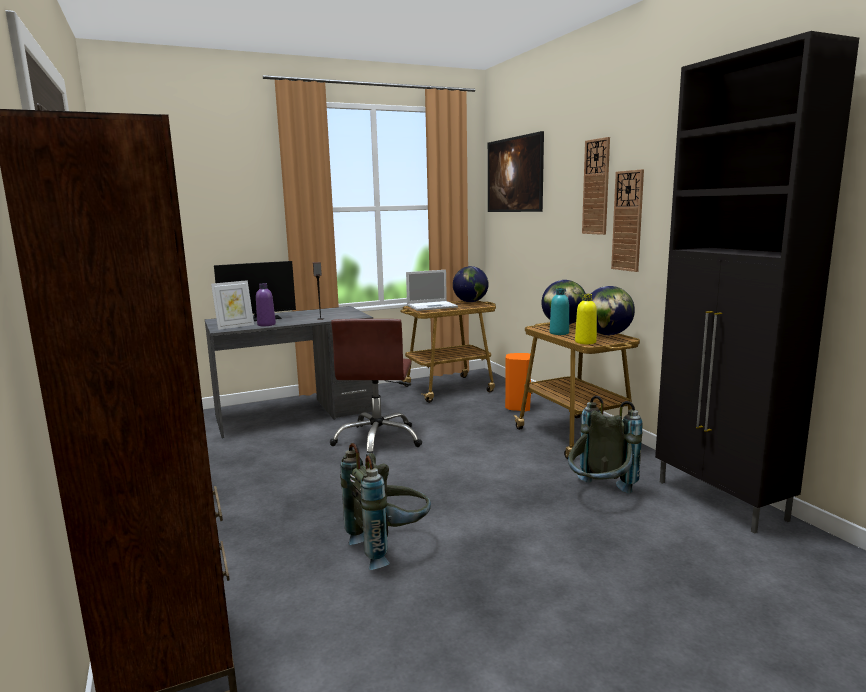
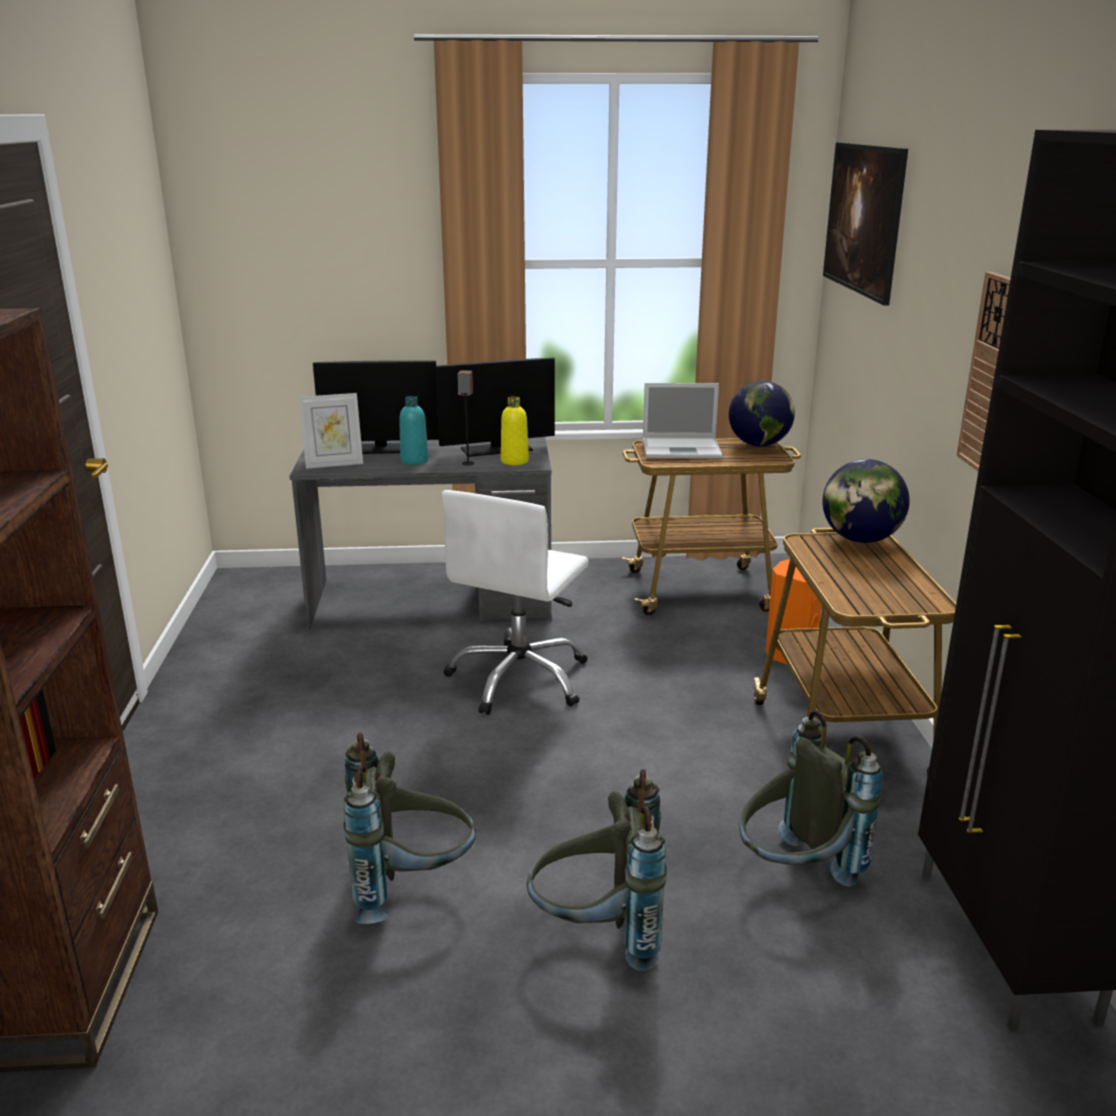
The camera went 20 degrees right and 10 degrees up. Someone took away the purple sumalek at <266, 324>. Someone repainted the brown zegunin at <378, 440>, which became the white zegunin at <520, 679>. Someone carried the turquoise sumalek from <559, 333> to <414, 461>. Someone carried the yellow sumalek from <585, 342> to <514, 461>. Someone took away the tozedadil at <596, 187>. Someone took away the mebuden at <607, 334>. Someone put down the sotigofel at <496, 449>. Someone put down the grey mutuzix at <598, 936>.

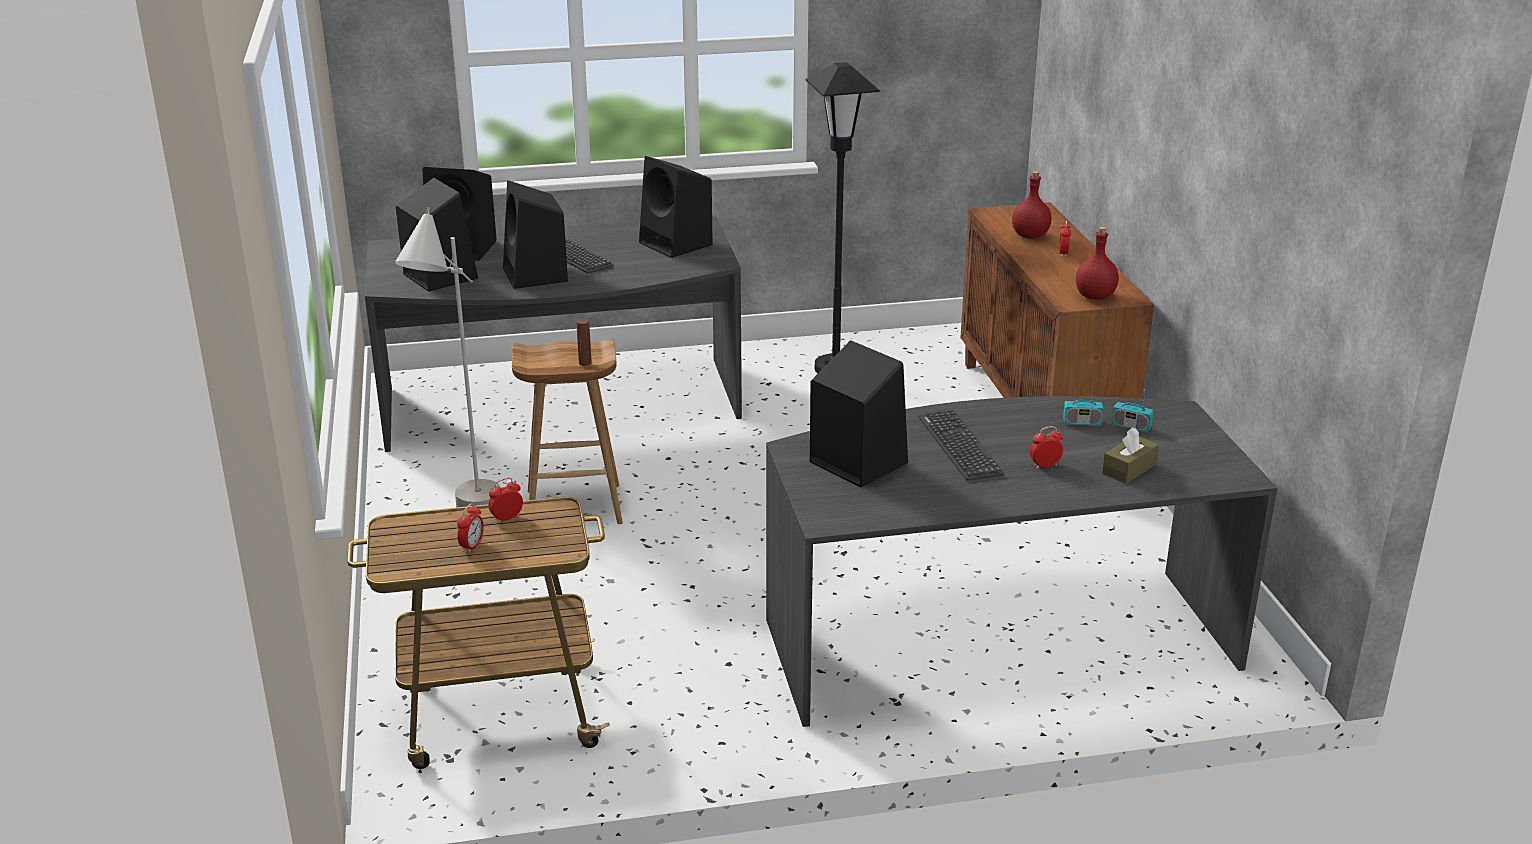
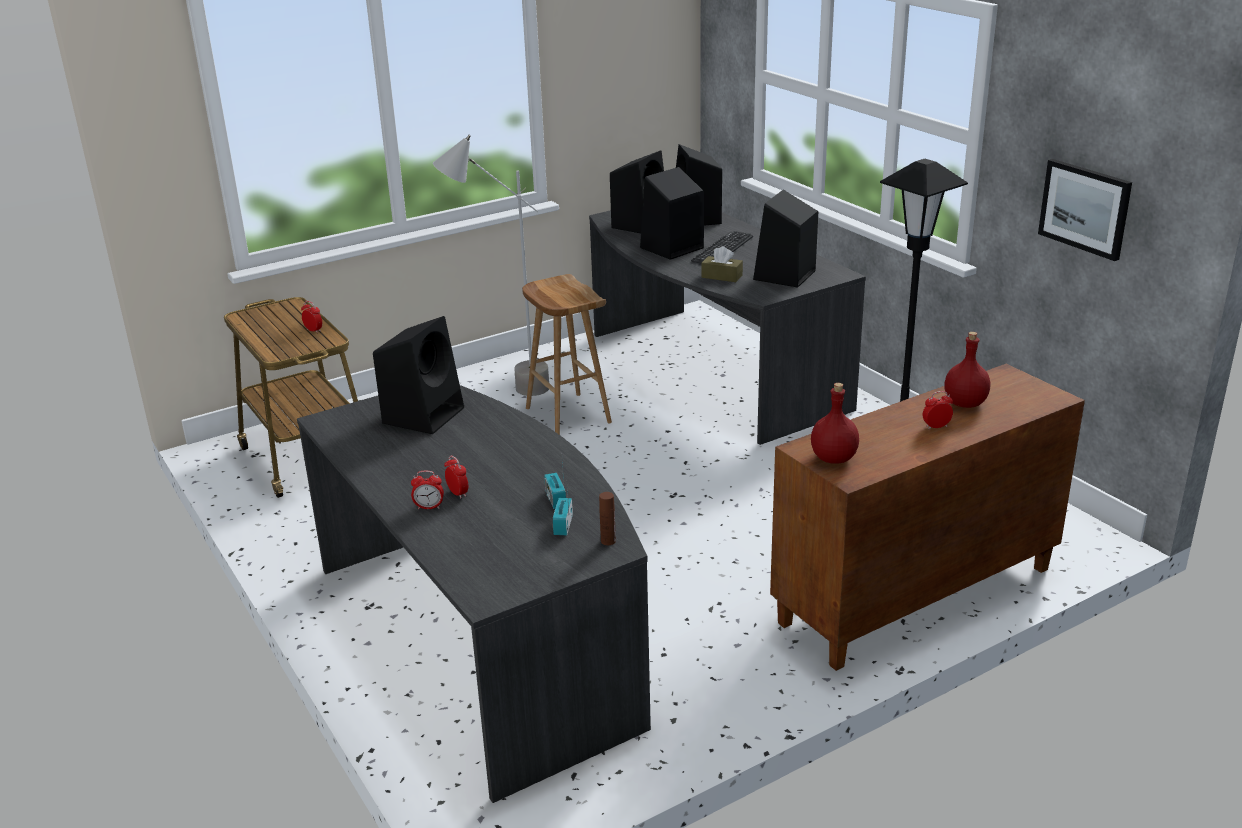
The camera went 70 degrees right and 0 degrees up. Someone carried the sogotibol from <472, 546> to <429, 507>. Someone carried the brown sumalek from <585, 363> to <608, 541>. Someone took away the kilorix at <959, 446>. Someone carried the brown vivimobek from <1129, 469> to <722, 276>. Someone put up the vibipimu at <1085, 208>.

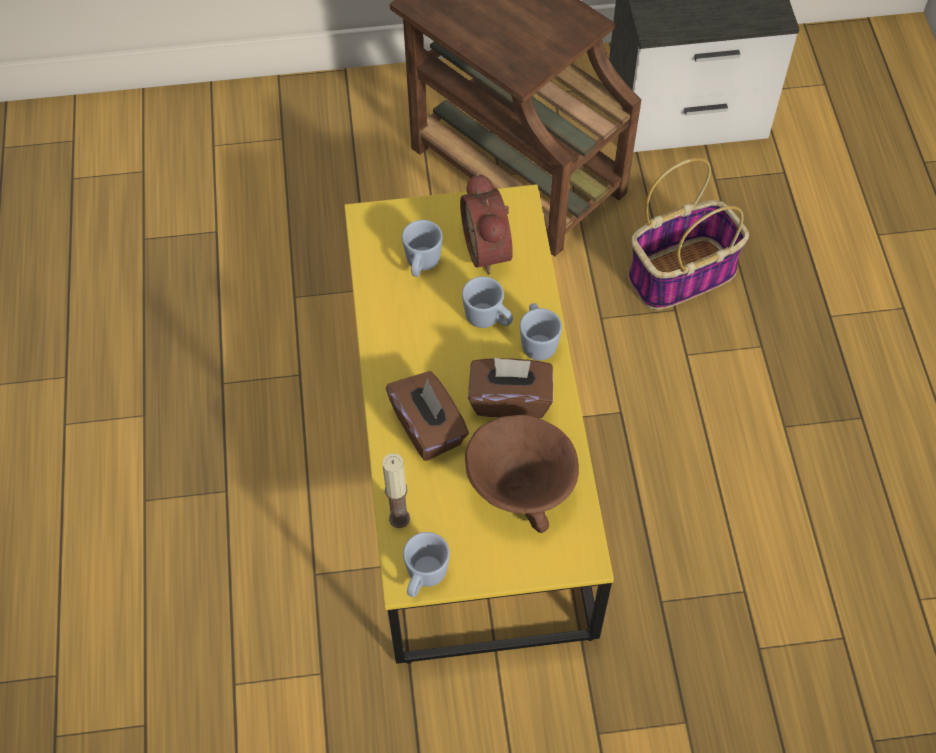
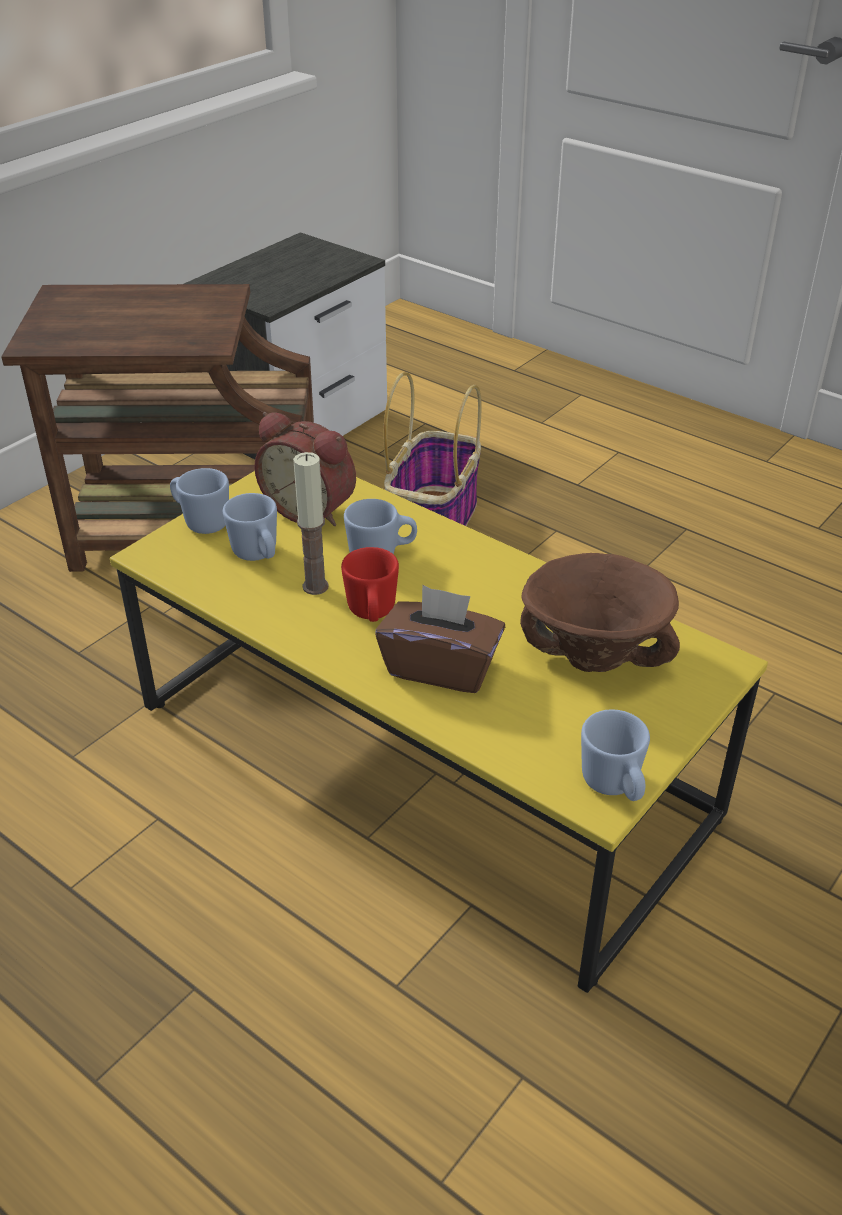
The camera went 45 degrees left and 20 degrees down. Someone carried the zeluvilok from <399, 518> to <315, 586>. Someone took away the brown vivimobek at <510, 399>. Someone carried the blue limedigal from <537, 342> to <201, 521>. Someone put down the red limedigal at <372, 614>.

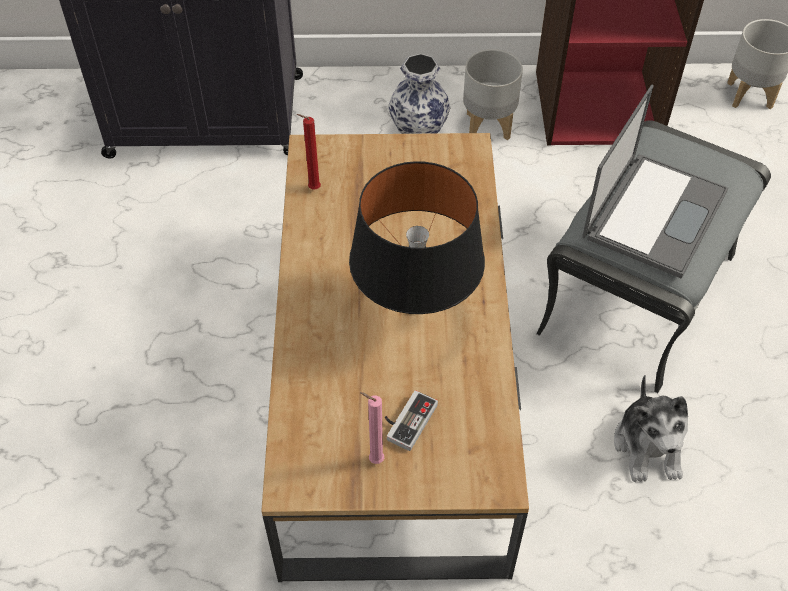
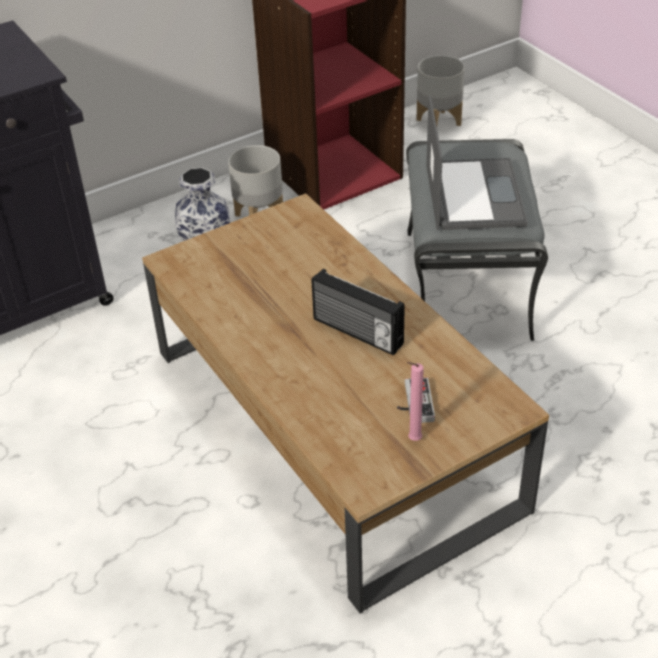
The camera went 30 degrees left and 10 degrees down. Someone took away the red zeluvilok at <312, 189>. Someone swapped the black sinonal at <415, 313> for the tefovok at <356, 333>. Someone took away the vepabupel at <648, 446>.

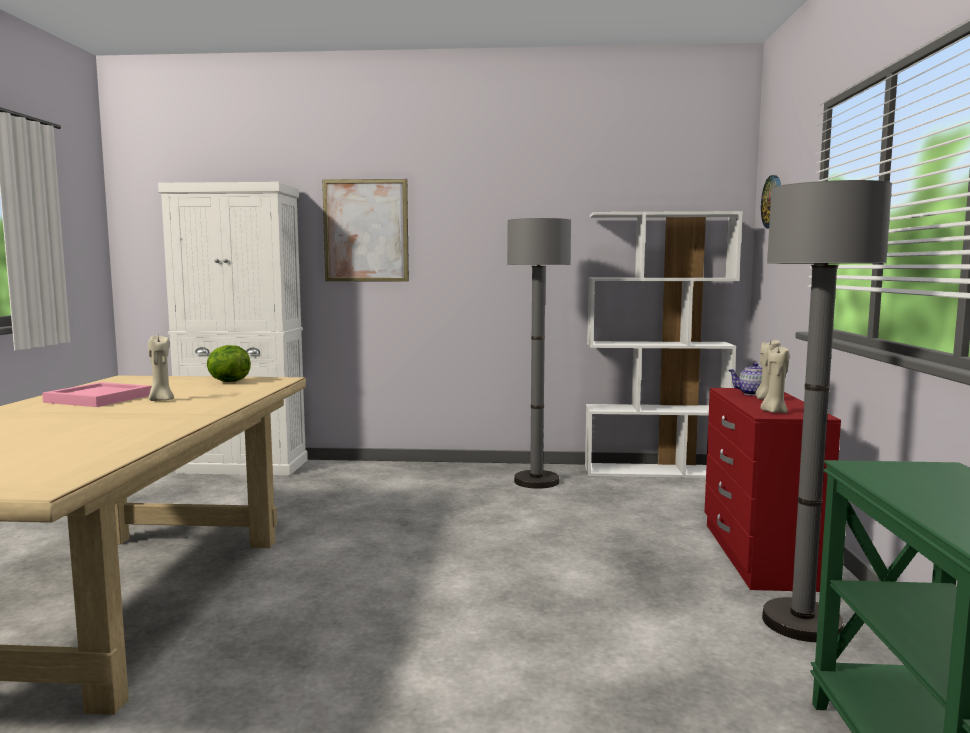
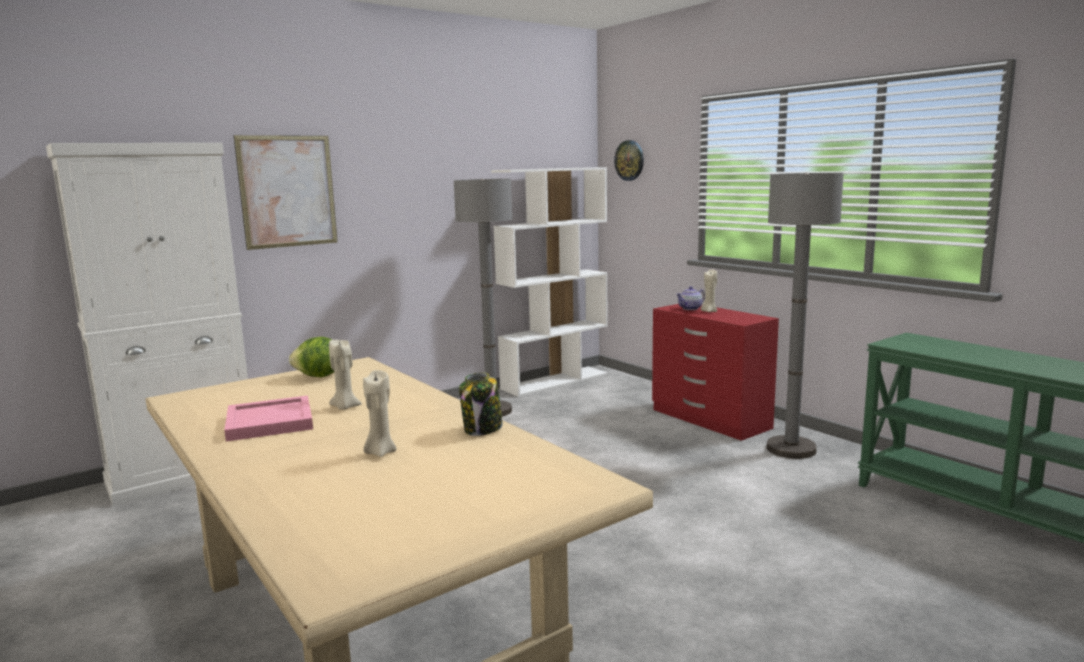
The camera went 40 degrees left and 5 degrees up. Someone carried the beige zeluvilok from <774, 412> to <380, 452>. Someone put down the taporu at <482, 429>.

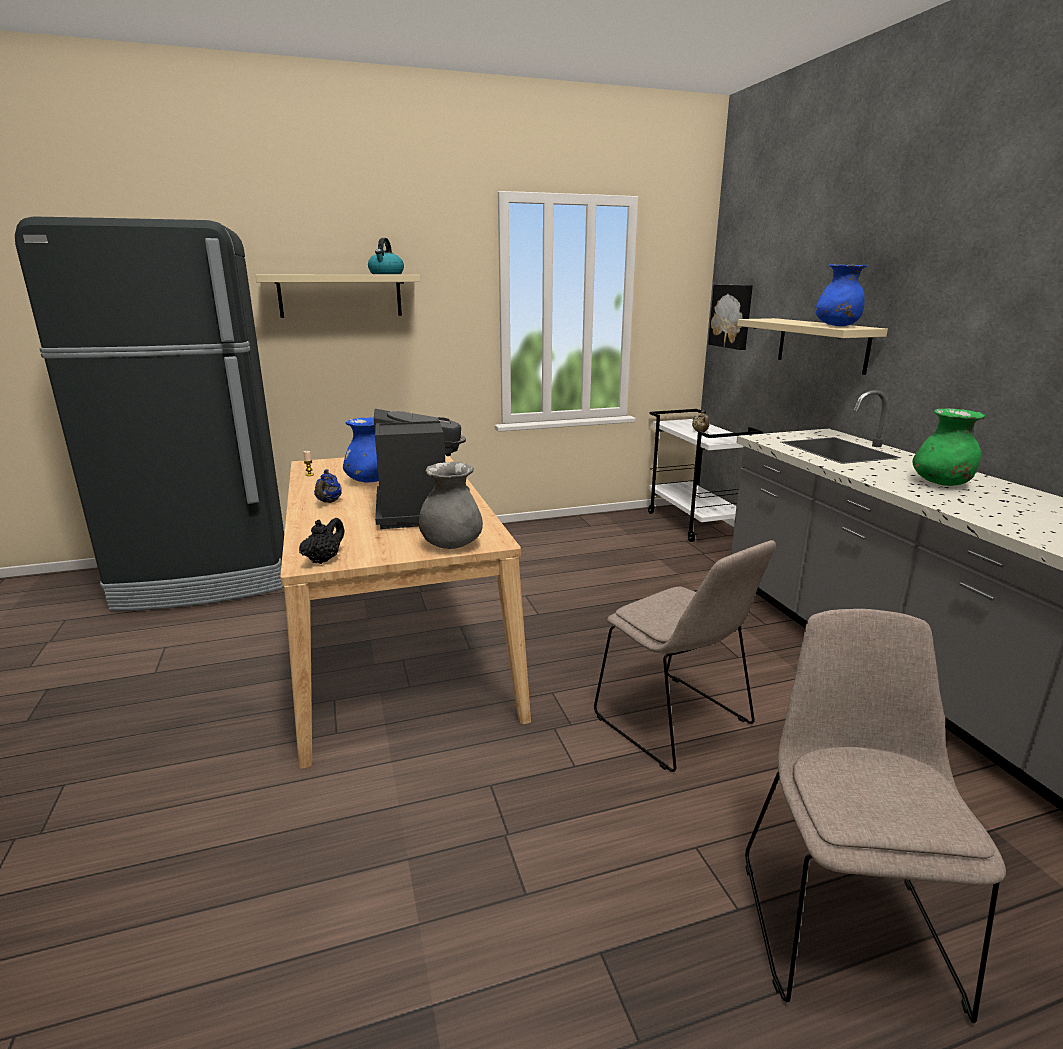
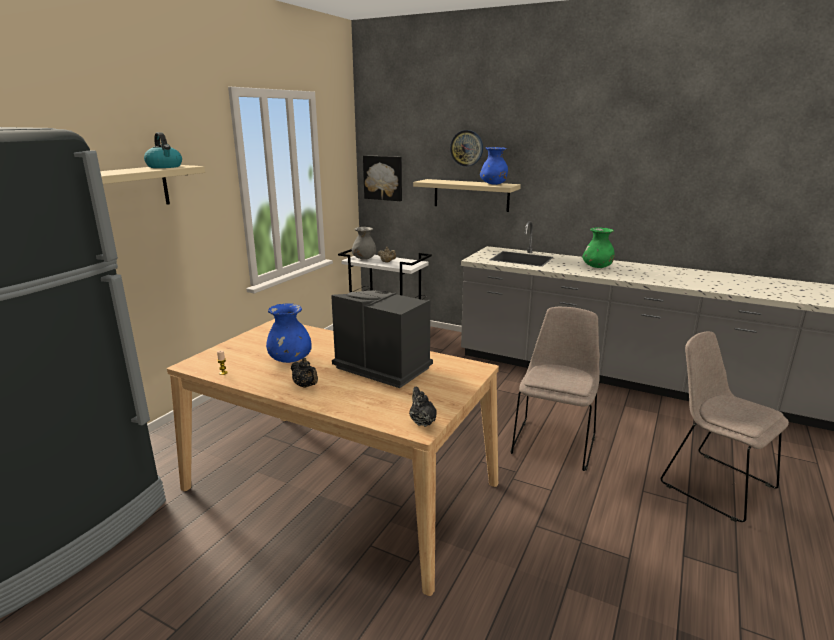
The camera went 45 degrees left and 0 degrees up. Someone repainted the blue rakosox at <329, 502>, which became the black rakosox at <306, 386>. Someone carried the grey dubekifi from <451, 545> to <364, 258>. Someone rotated the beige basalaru at <676, 723> by 75 degrees counterclockwise. Someone put up the tozedadil at <467, 148>.

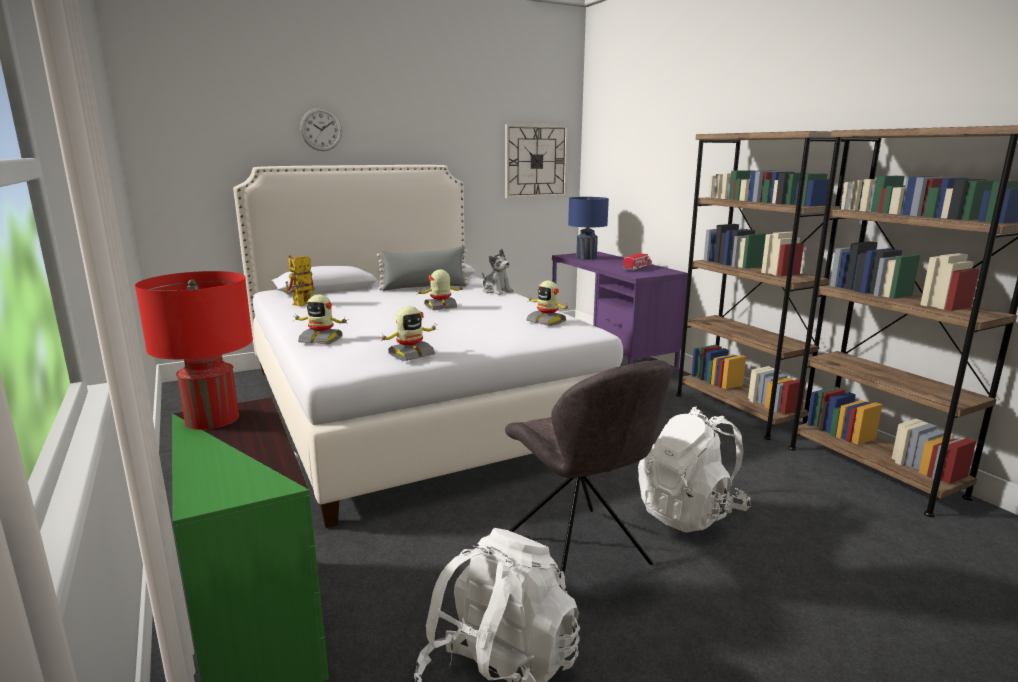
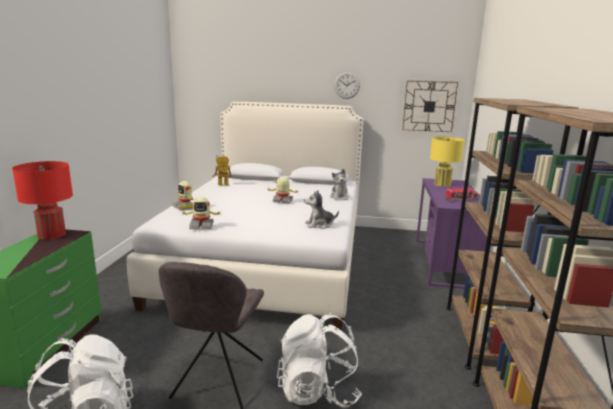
The camera went 35 degrees right and 0 degrees up. Someone carried the tozedadil from <321, 129> to <347, 85>. Someone took away the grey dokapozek at <424, 287>. Someone swapped the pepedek at <546, 321> for the vepabupel at <319, 225>. Someone repainted the blue sinonal at <586, 258>, which became the yellow sinonal at <442, 184>.

